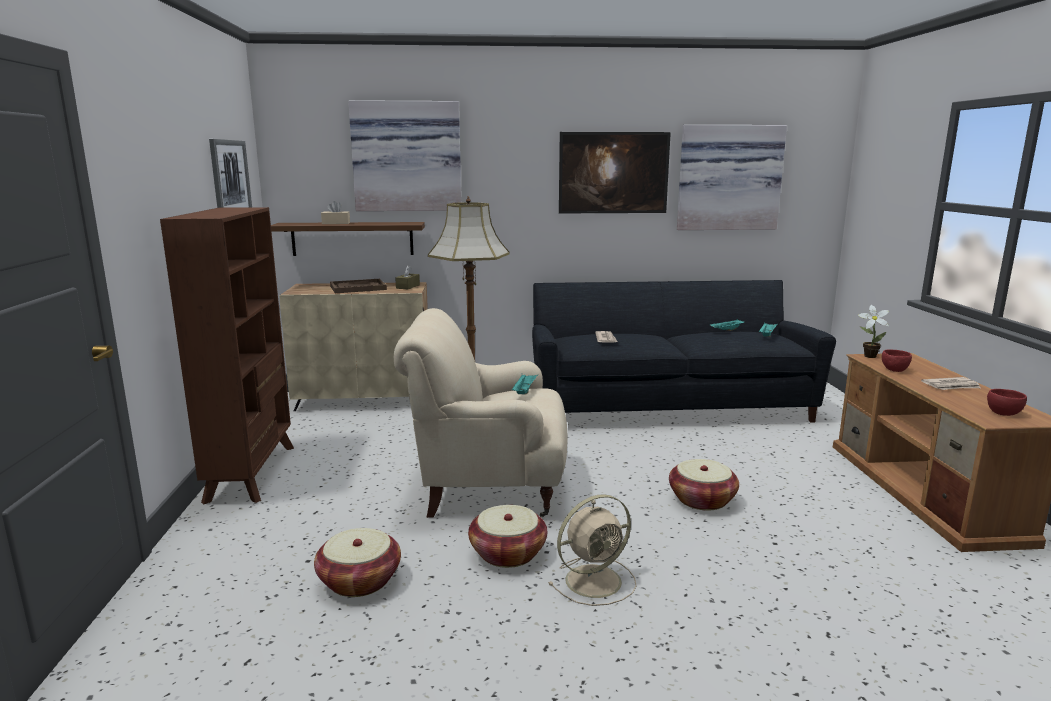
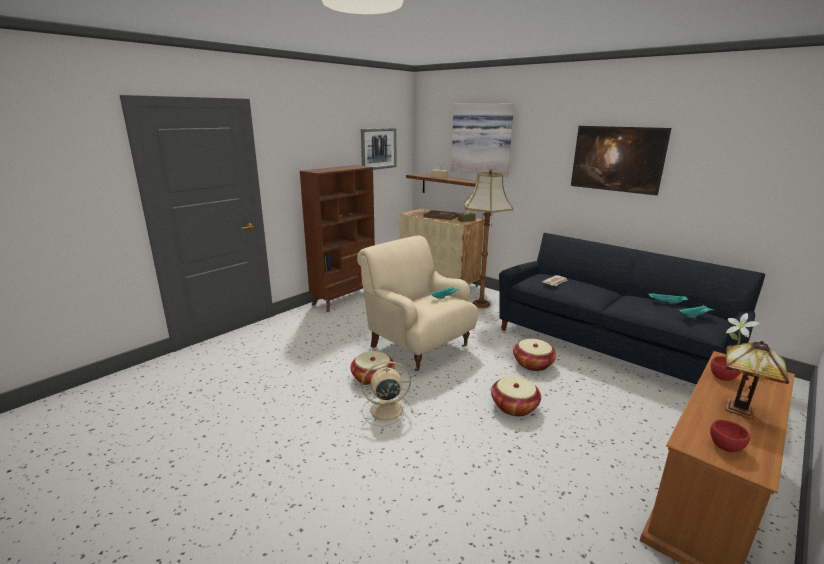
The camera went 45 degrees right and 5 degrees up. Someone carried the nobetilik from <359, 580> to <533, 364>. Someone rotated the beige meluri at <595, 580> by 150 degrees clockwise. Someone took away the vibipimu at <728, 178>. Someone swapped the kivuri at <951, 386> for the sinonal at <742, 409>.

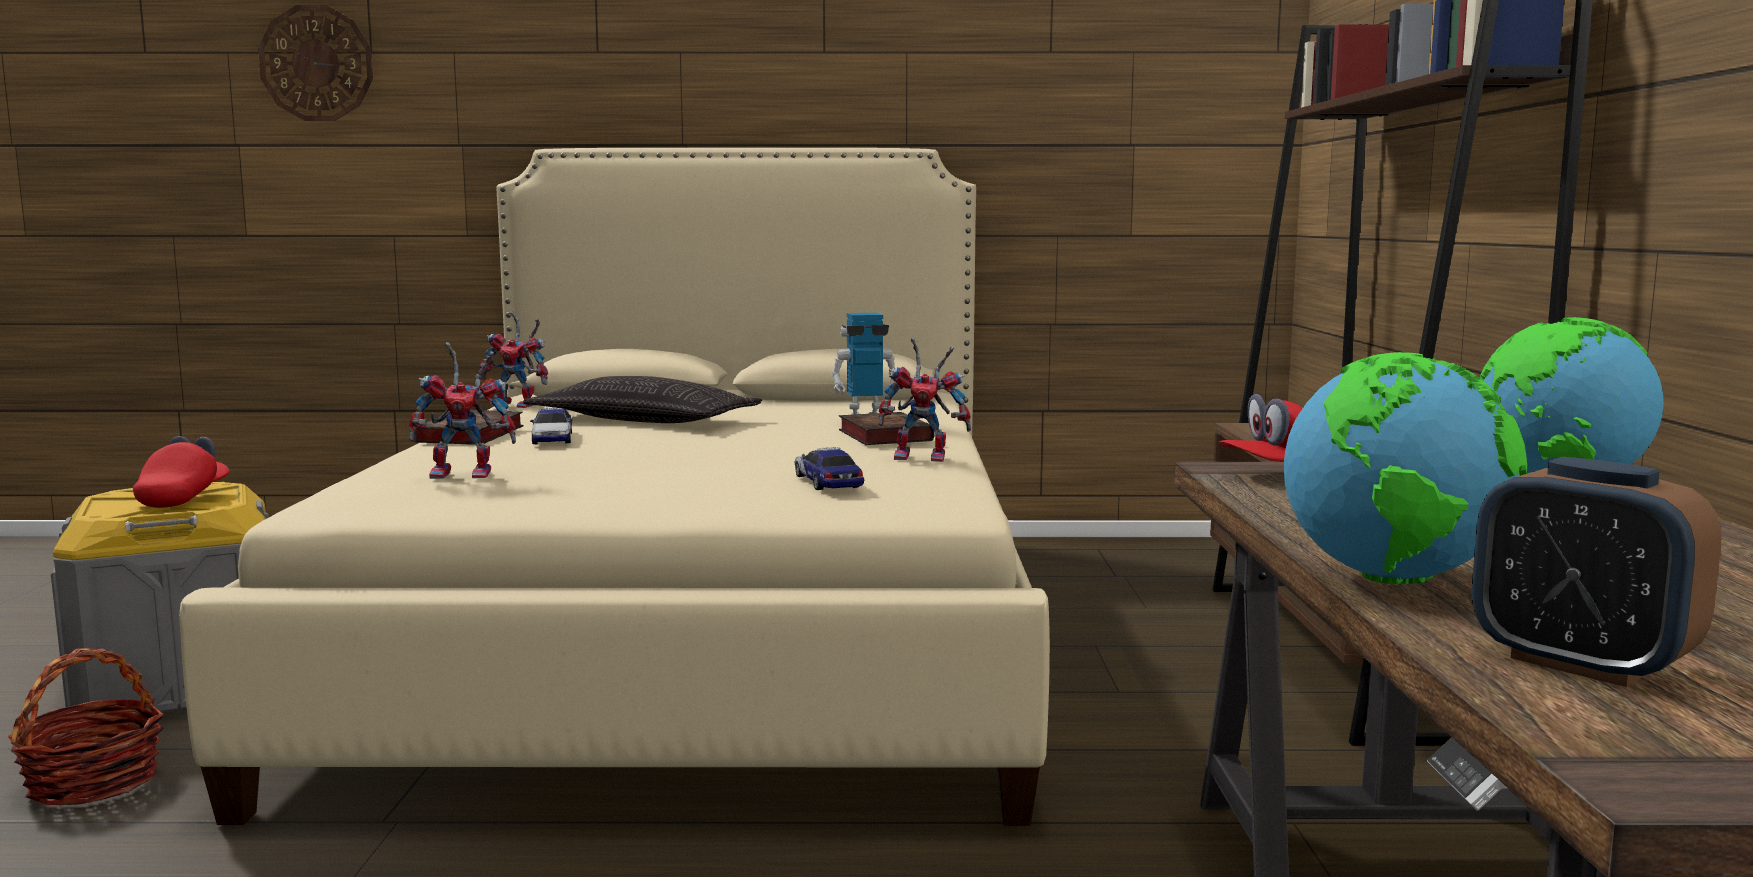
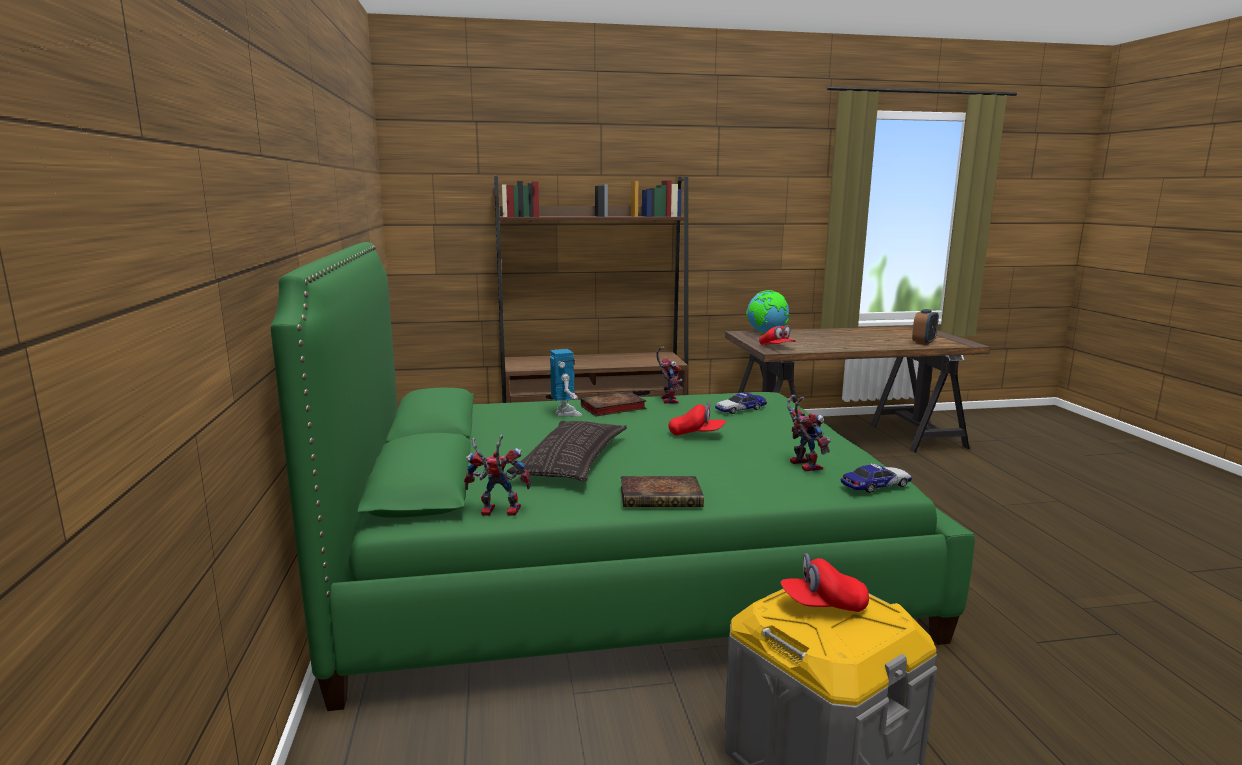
The camera went 100 degrees left and 5 degrees up. Someone took away the nobetilik at <93, 782>. Someone repainted the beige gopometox at <700, 639>, which became the green gopometox at <619, 565>. Someone took away the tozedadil at <316, 63>. Someone rotated the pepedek at <519, 405> by 90 degrees counterclockwise. Someone carried the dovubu from <552, 438> to <876, 485>. Someone took away the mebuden at <1393, 580>. Someone put down the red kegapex at <696, 434>.

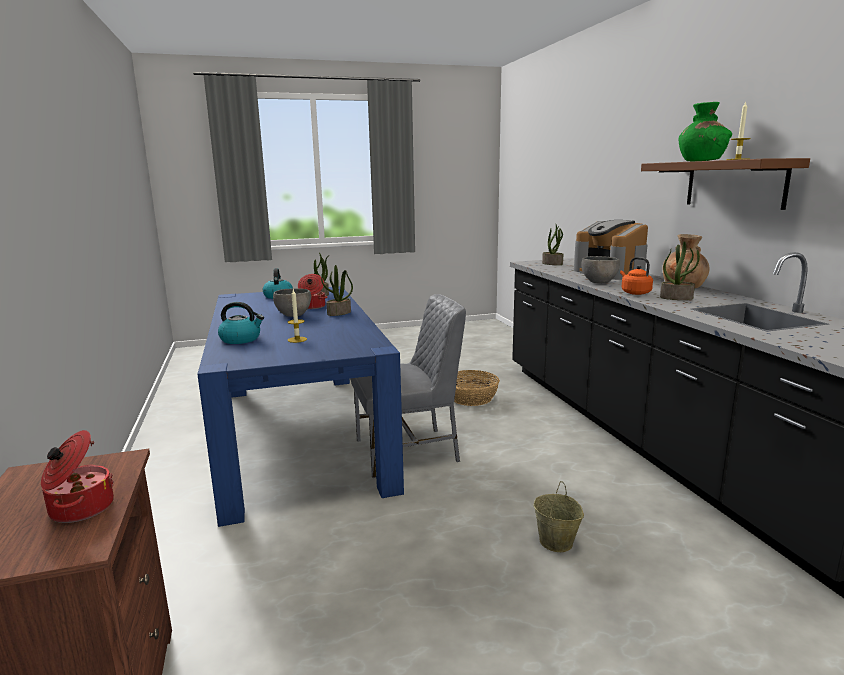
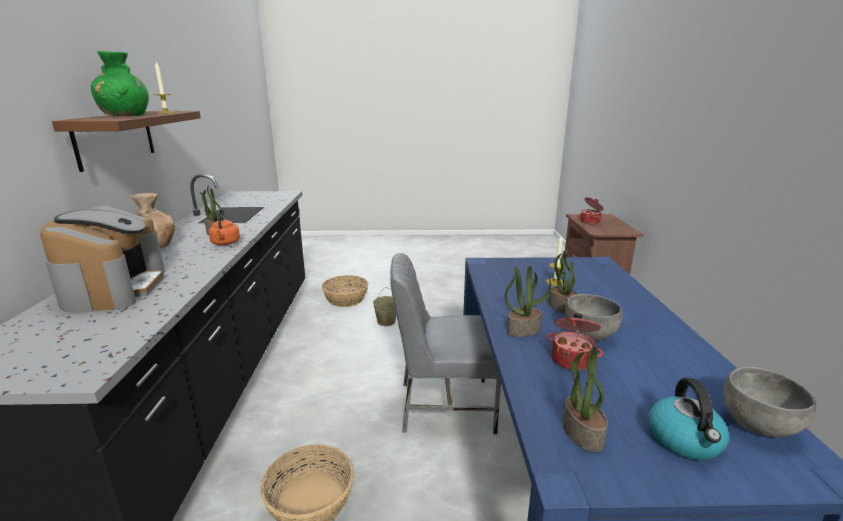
The camera went 165 degrees left and 5 degrees up. Someone took away the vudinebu at <241, 339>. Someone carried the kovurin from <552, 264> to <562, 307>. Someone carried the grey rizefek from <599, 282> to <756, 425>. Someone put down the nobetilik at <346, 299>.

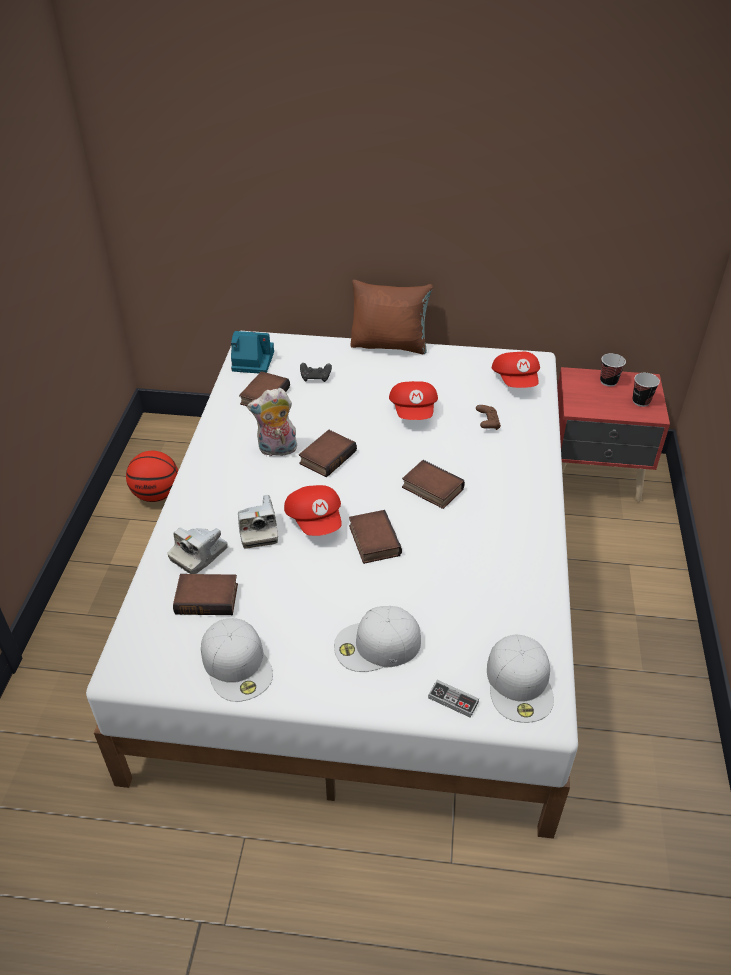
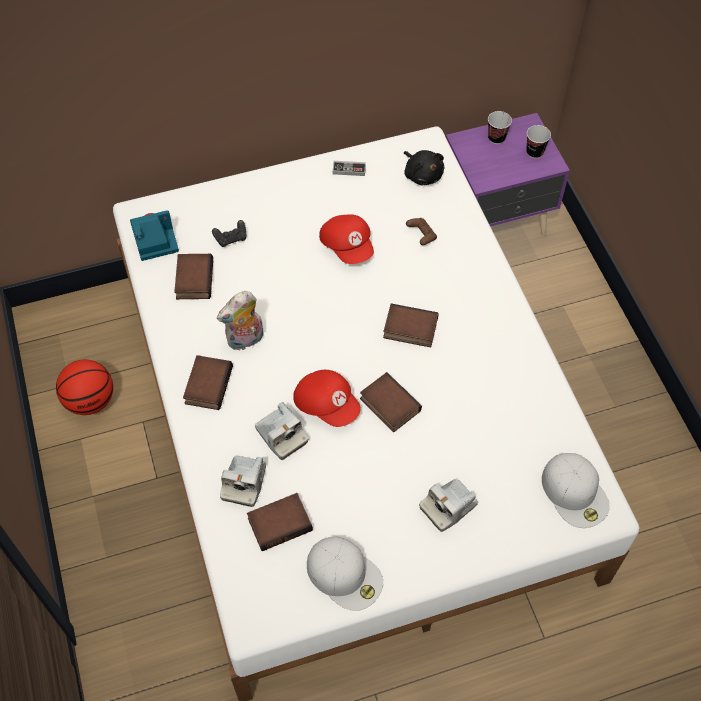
The camera went 25 degrees left and 15 degrees up. Someone carried the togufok from <327, 456> to <207, 384>. Someone swapped the white kegapex at <377, 645> for the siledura at <448, 507>. Someone took away the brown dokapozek at <390, 345>. Someone carried the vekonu from <453, 700> to <349, 169>. Someone swapped the red kegapex at <516, 381> for the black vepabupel at <422, 174>. Someone repainted the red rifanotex at <594, 477>, which became the purple rifanotex at <495, 222>.

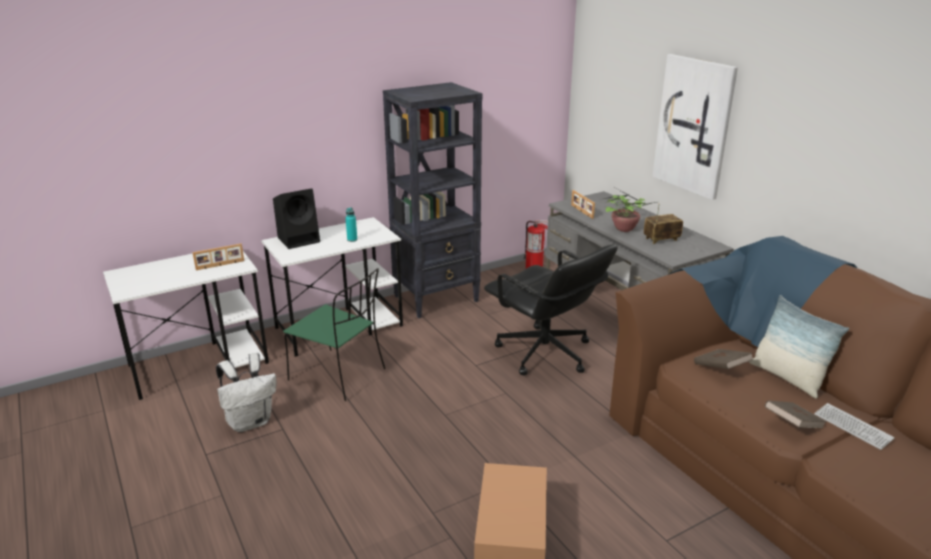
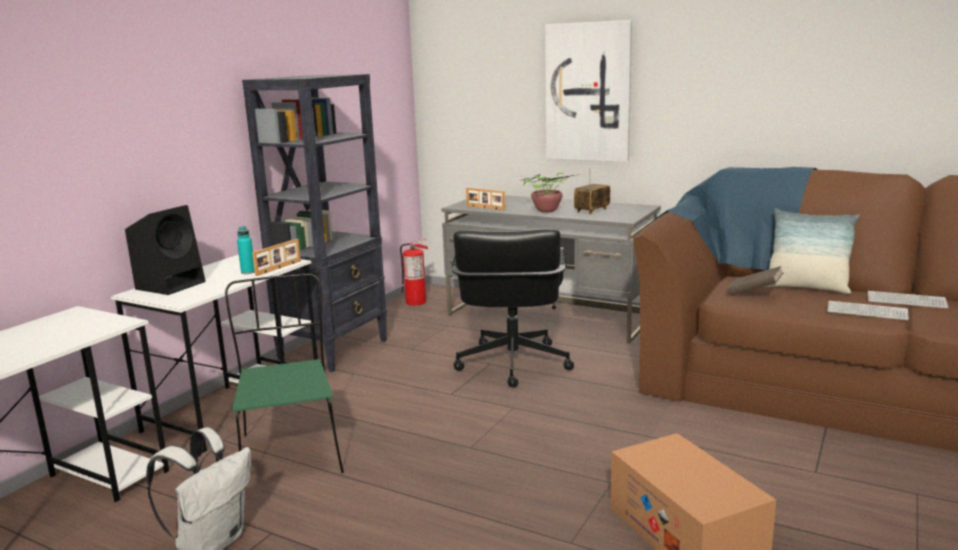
The camera went 30 degrees left and 10 degrees down. Someone carried the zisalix from <220, 265> to <279, 268>. Someone rotated the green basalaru at <339, 375> by 105 degrees counterclockwise. Someone rotated the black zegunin at <544, 353> by 75 degrees clockwise. Someone swapped the brown togufok at <792, 425> for the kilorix at <867, 312>.

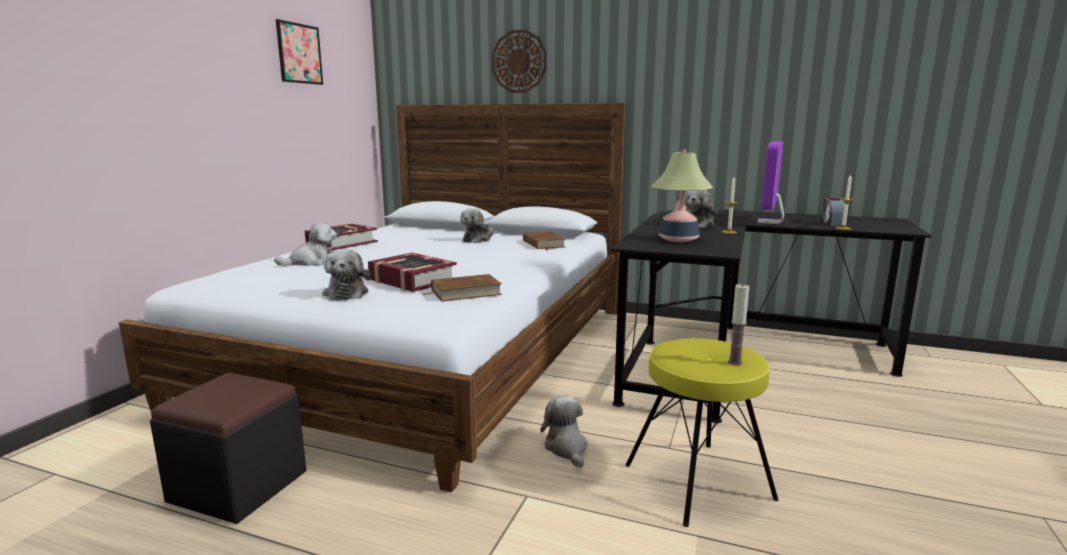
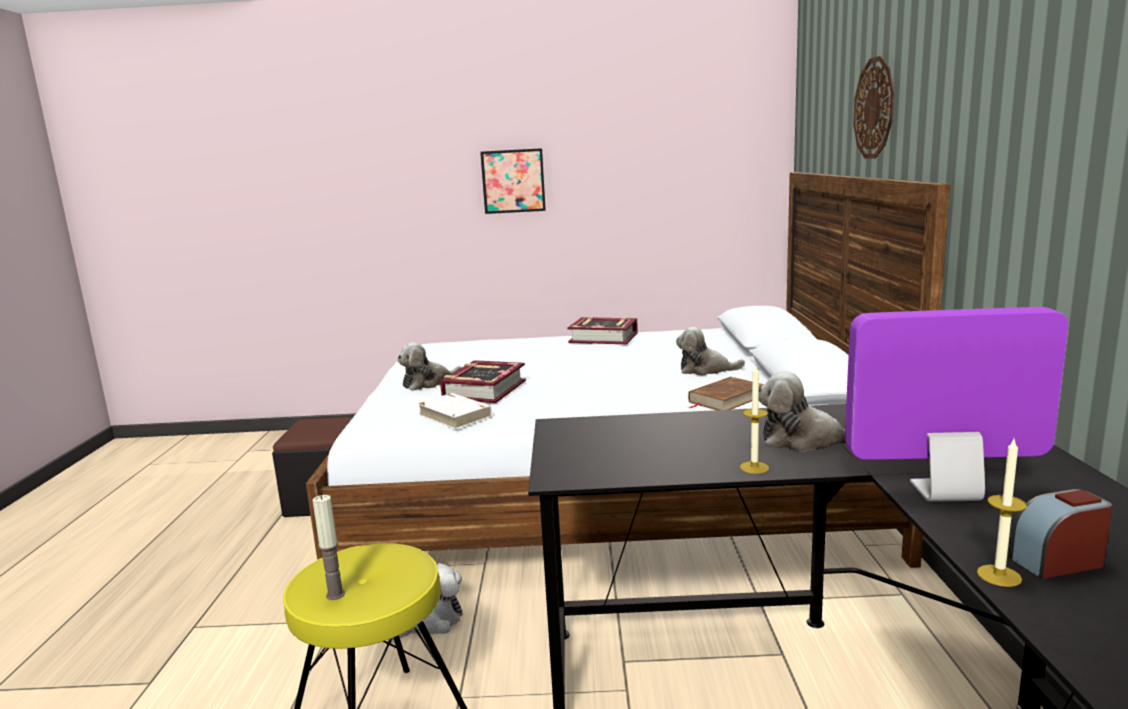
The camera went 70 degrees right and 0 degrees up. Someone took away the vepabupel at <312, 262>. Someone carried the vibipimu from <299, 53> to <513, 181>. Someone repainted the brown togufok at <465, 292>, which became the white togufok at <454, 415>. Someone took away the sinonal at <678, 239>.

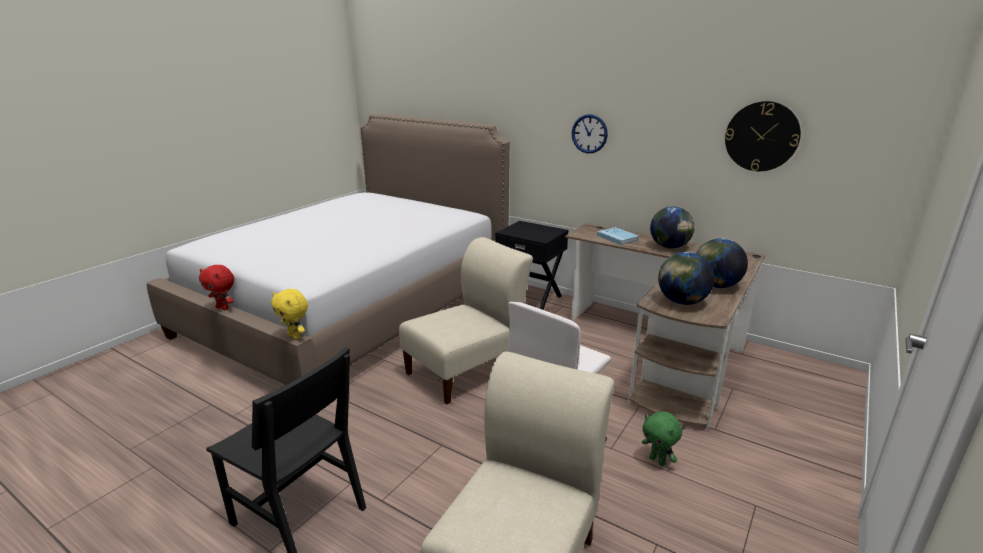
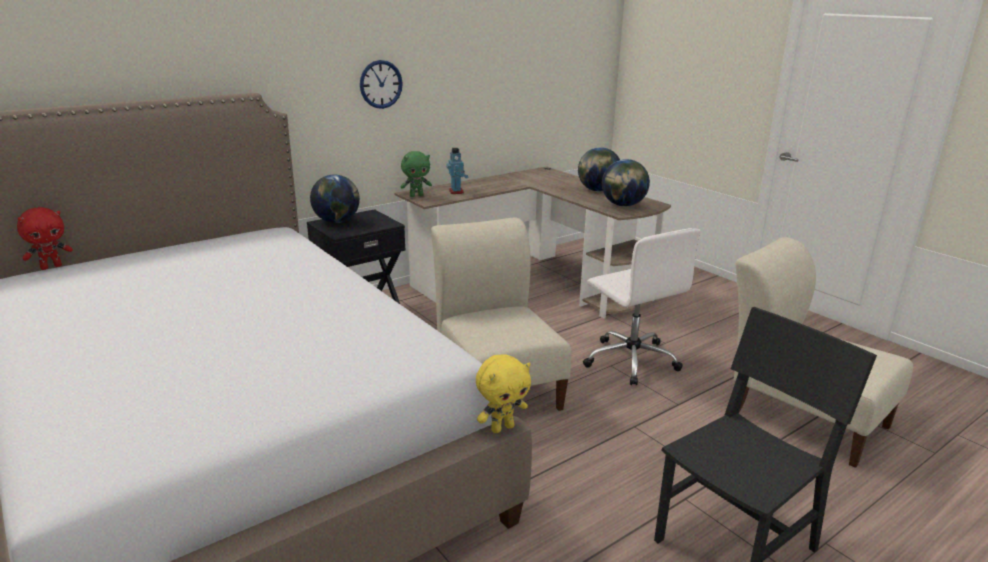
The camera went 70 degrees left and 0 degrees up. Someone carried the red vepabupel from <223, 308> to <51, 267>. Someone swapped the blue togufok at <617, 238> for the pepedek at <456, 192>. Someone carried the green vepabupel from <658, 461> to <416, 196>. Someone carried the mebuden from <669, 247> to <337, 221>. Someone took away the tozedadil at <761, 136>.

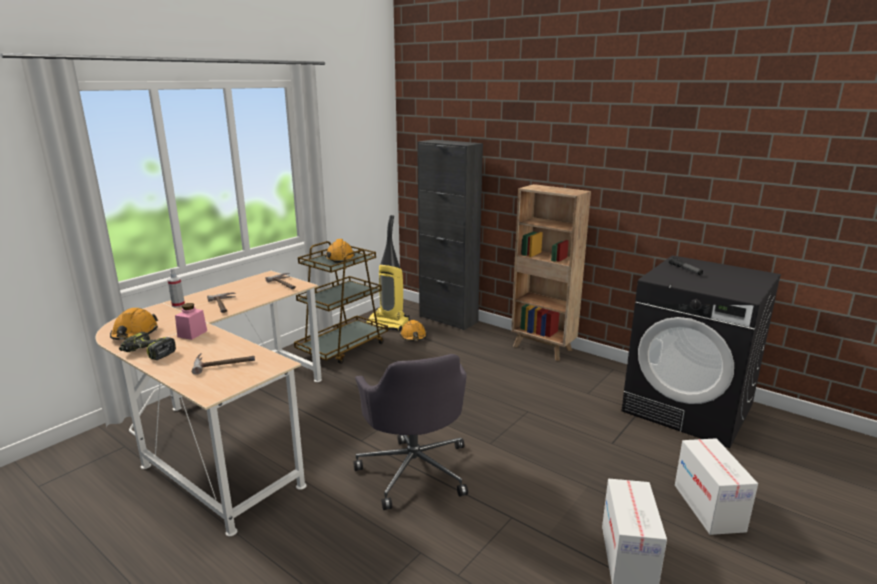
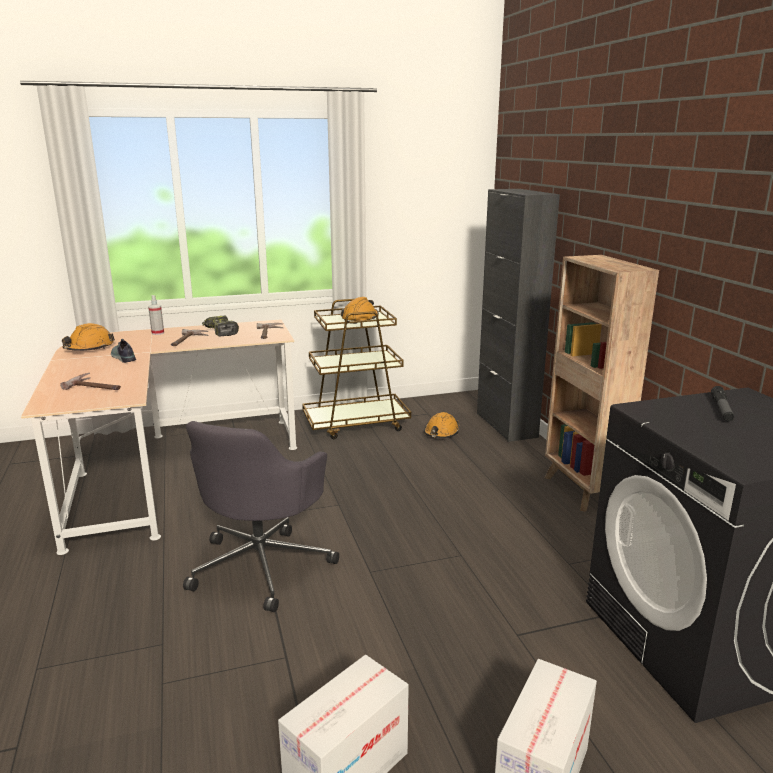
The camera went 35 degrees right and 0 degrees up. Someone carried the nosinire from <147, 353> to <220, 332>. Someone swapped the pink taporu at <192, 334> for the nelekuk at <122, 358>. Someone took away the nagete at <388, 324>.

